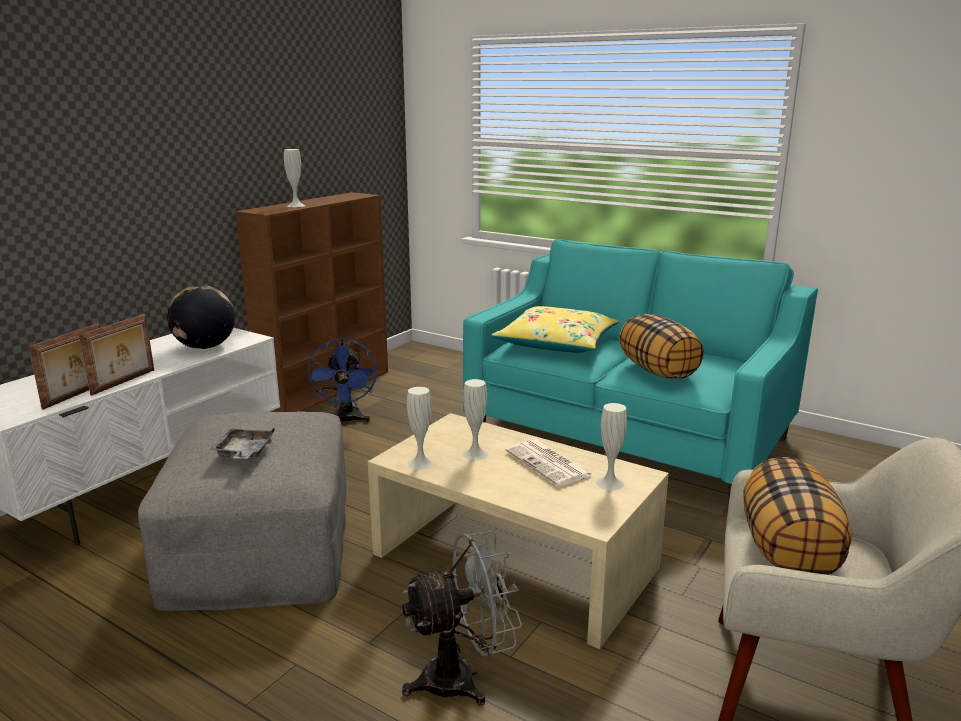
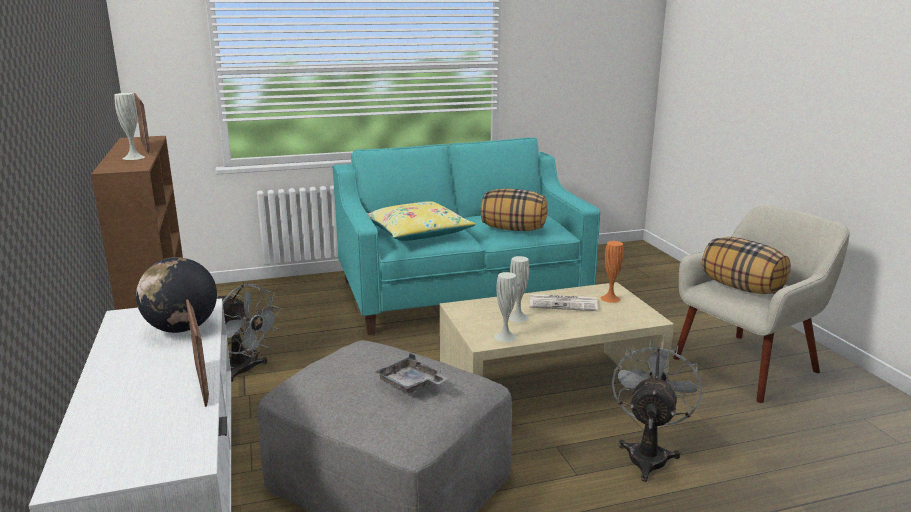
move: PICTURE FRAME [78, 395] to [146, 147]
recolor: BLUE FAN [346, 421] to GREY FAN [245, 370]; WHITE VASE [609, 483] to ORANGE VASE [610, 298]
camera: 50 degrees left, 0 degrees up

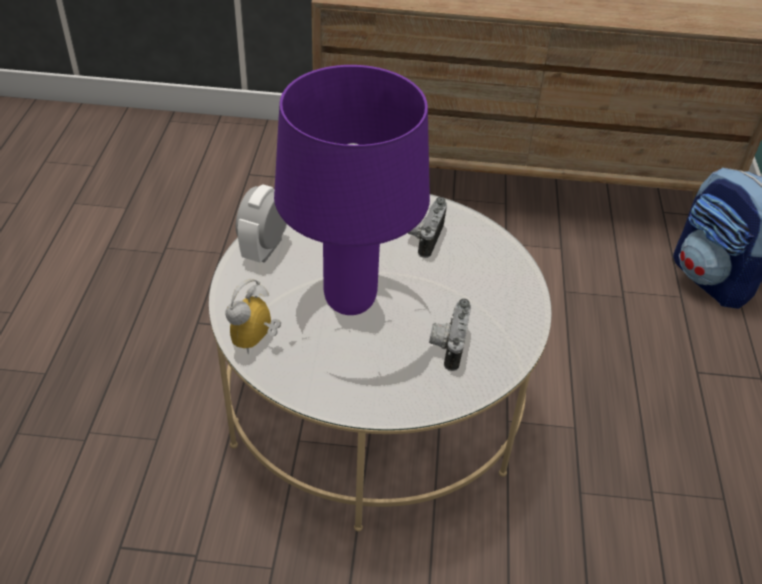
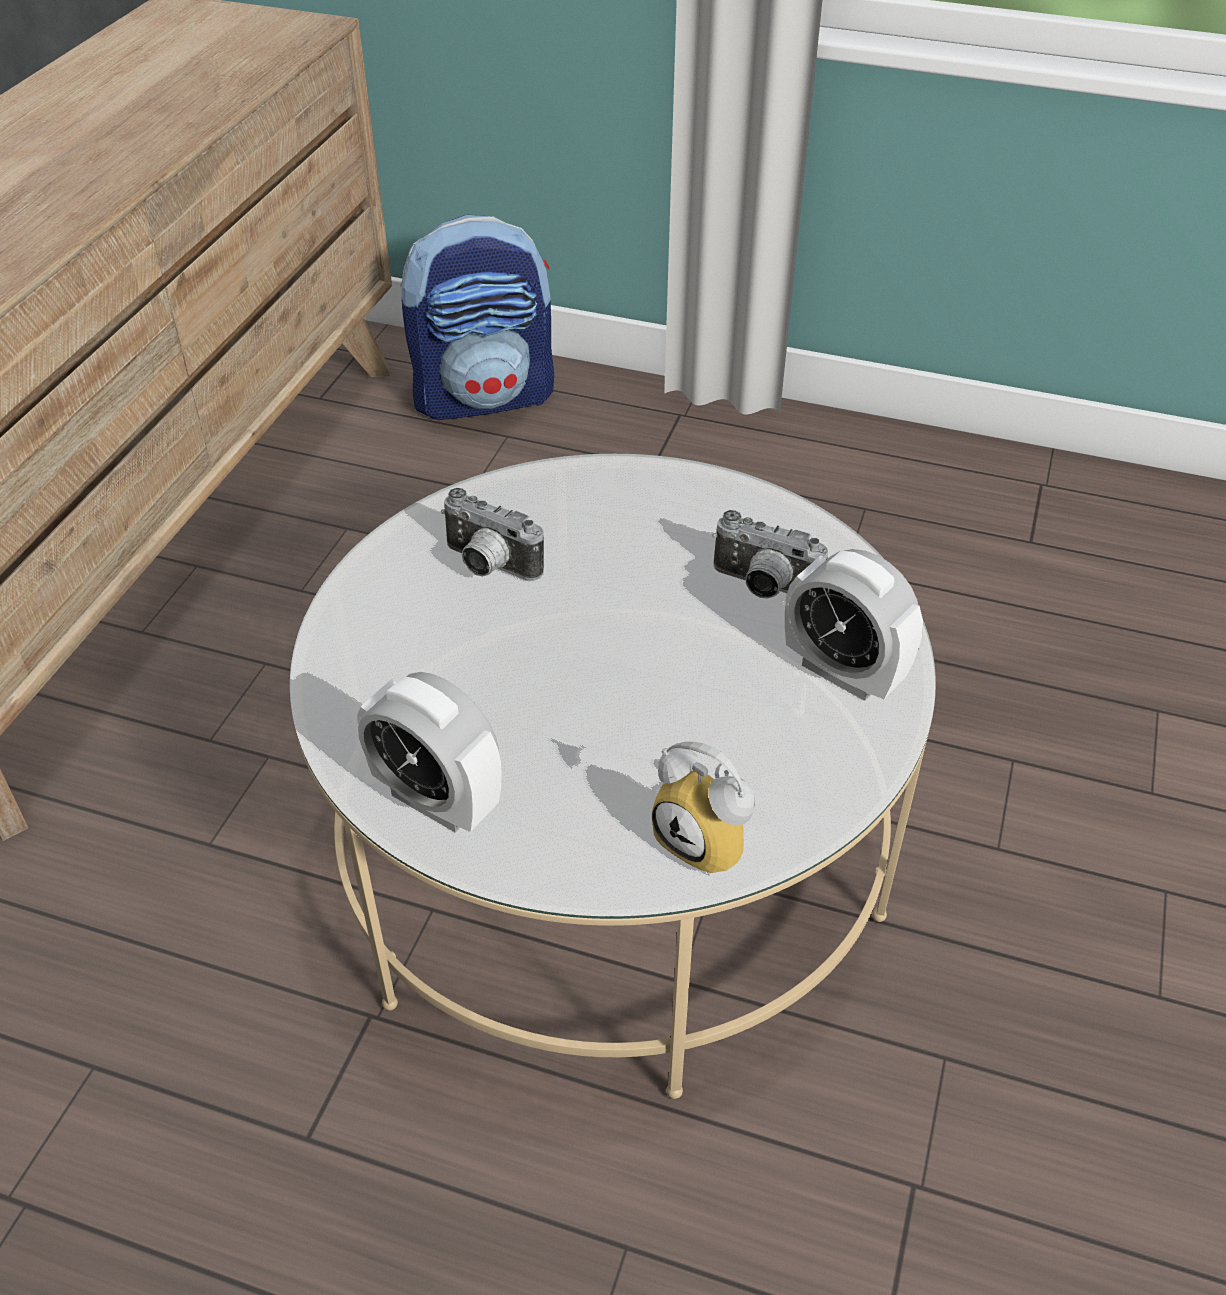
delete: PURPLE TABLE LAMP [350, 302]
insert: ALARM CLOCK [843, 672]
camera: 75 degrees left, 0 degrees up

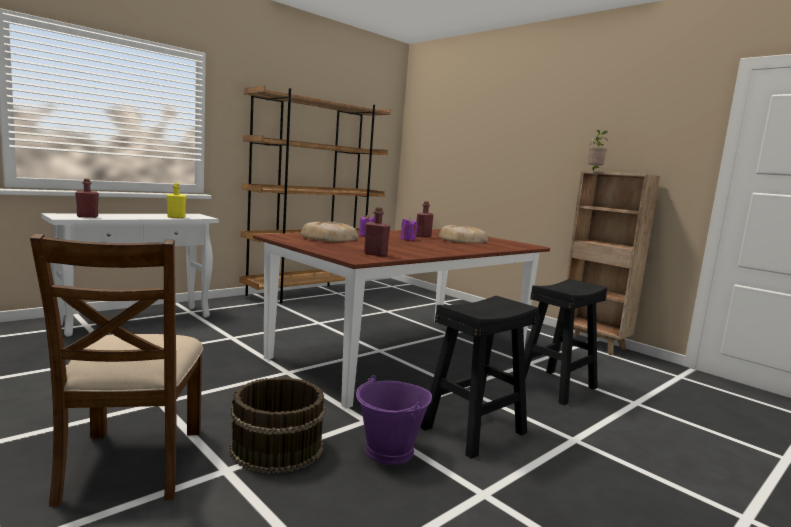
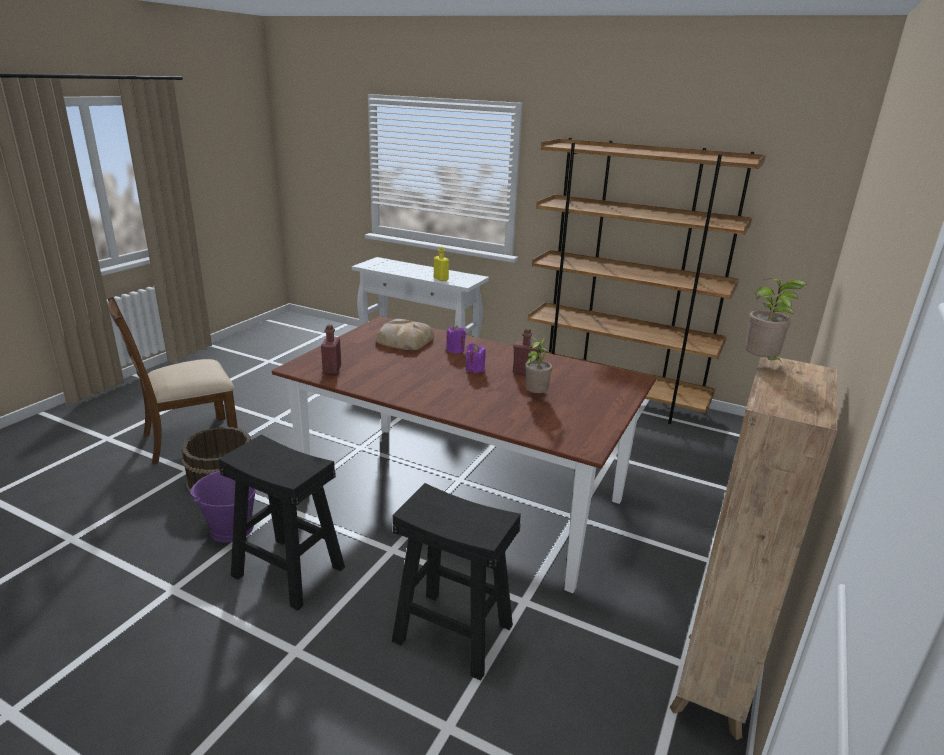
delete: RED BOTTLE [87, 216]
replace: BREAD [461, 240] to POTTED PLANT [535, 396]
camera: 70 degrees right, 15 degrees up

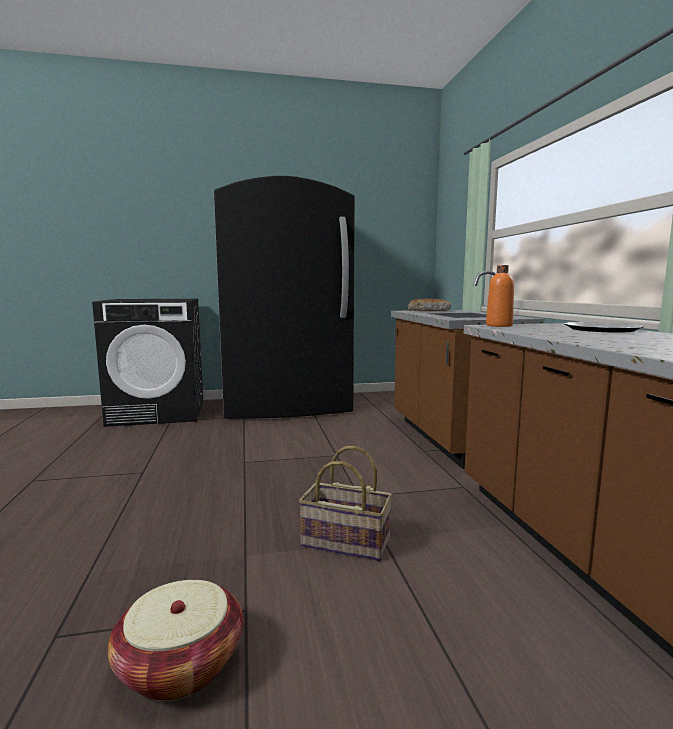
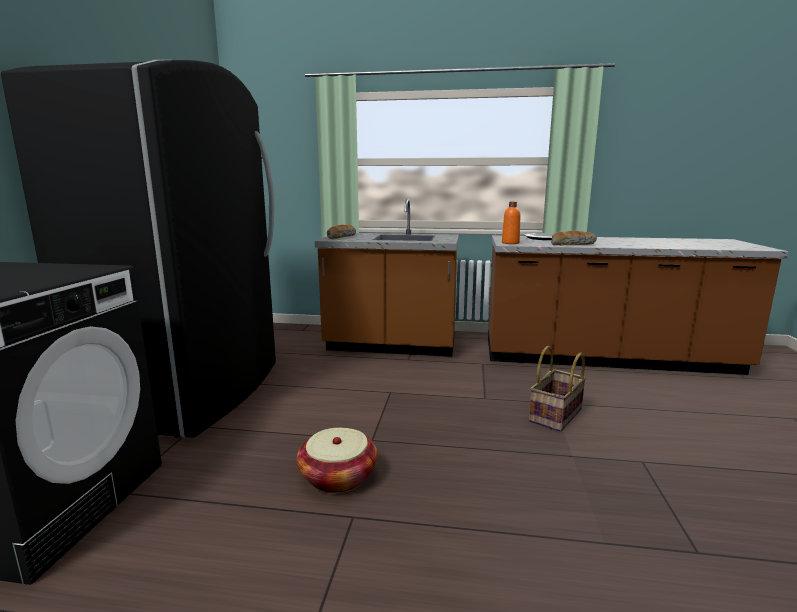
insert: BREAD [572, 244]
move: BASKET [180, 664] to [338, 477]
camera: 70 degrees left, 5 degrees up

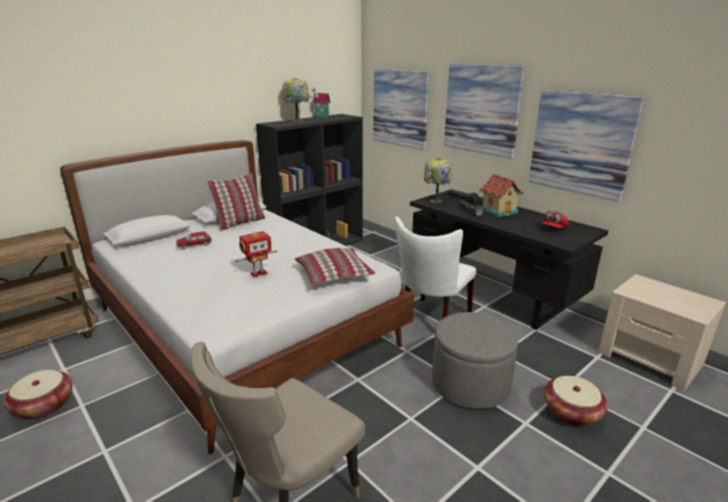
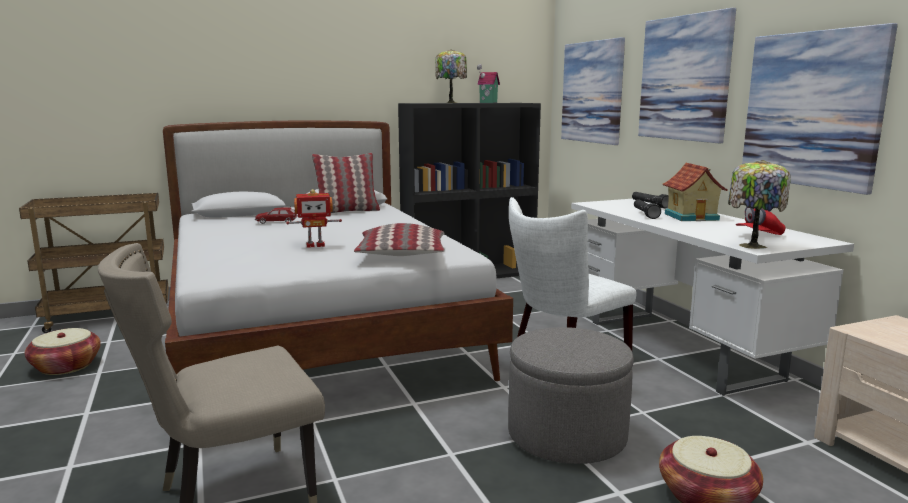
move: TABLE LAMP [435, 201] to [751, 246]
recolor: BLACK DESK [491, 295] to WHITE DESK [680, 348]
camera: 20 degrees right, 10 degrees down

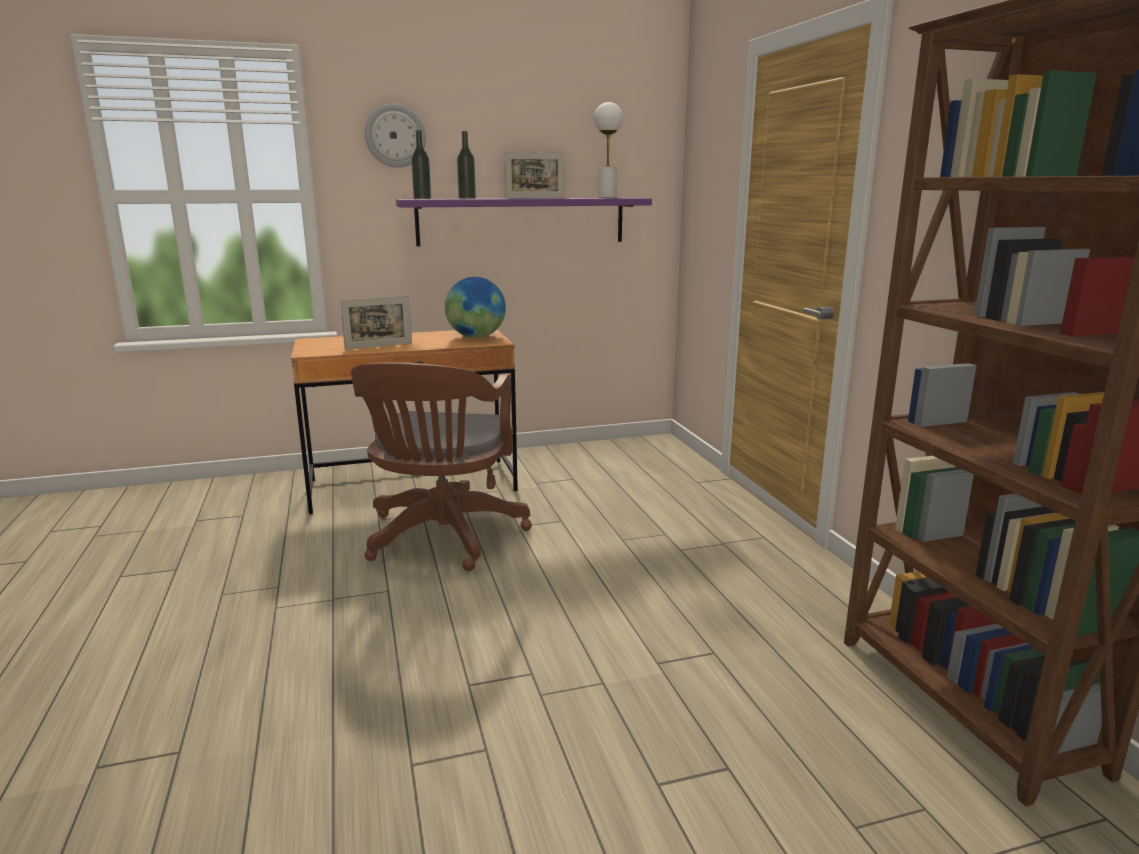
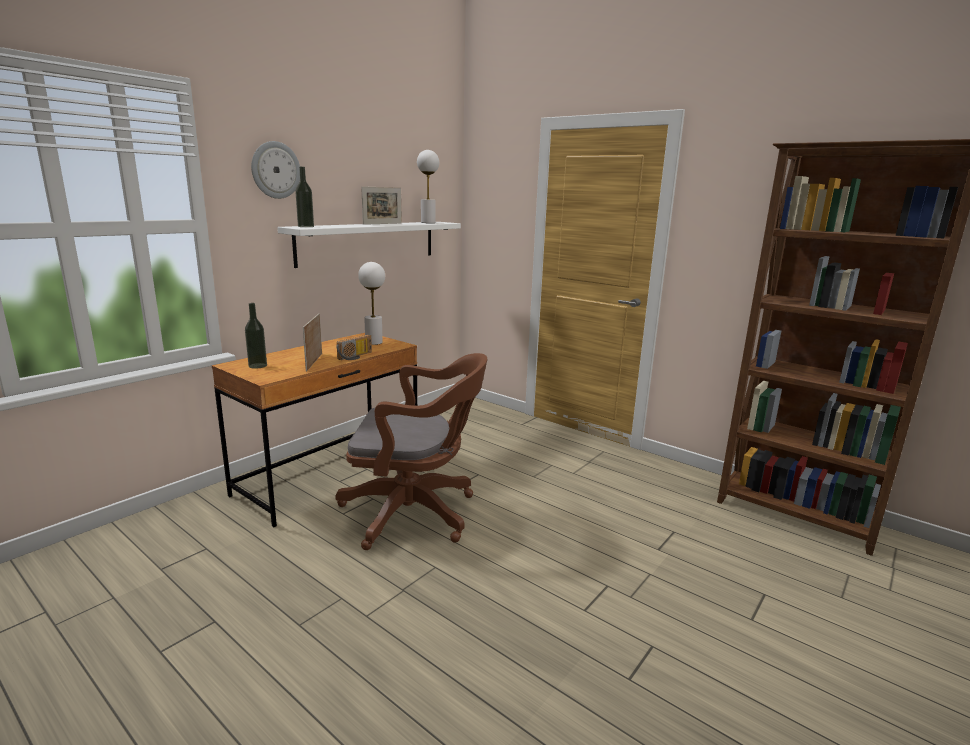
insert: RADIO [356, 356]
move: BOTTLE [467, 198] to [257, 366]
replace: GLOBE [476, 337] to WHITE TABLE LAMP [373, 342]
recolor: PURPLE SHELF [522, 221] to WHITE SHELF [369, 242]
rotate: PICTURE FRAME [379, 346] = [314, 362] 150 degrees clockwise; BROWN OFFICE CHAIR [442, 538] = [416, 513] 60 degrees counterclockwise
camera: 35 degrees left, 0 degrees up

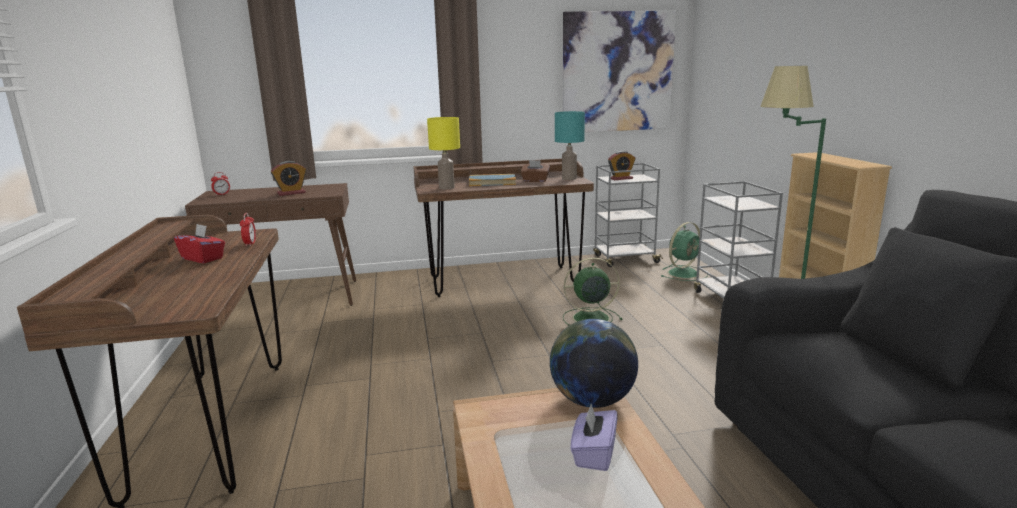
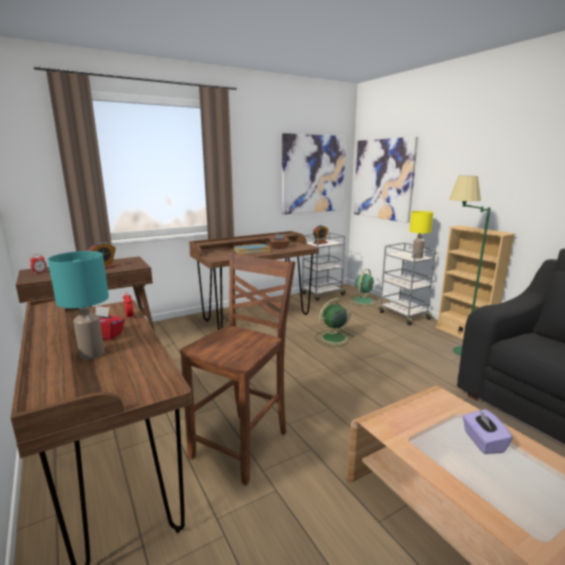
delete: GLOBE [592, 400]
insert: BROWN CHAIR [243, 444]; PICTURE [383, 179]
move: TURQUOISE TABLE LAMP [569, 178] to [92, 354]; YELLOW TABLE LAMP [446, 187] to [417, 257]
camera: 20 degrees left, 0 degrees up

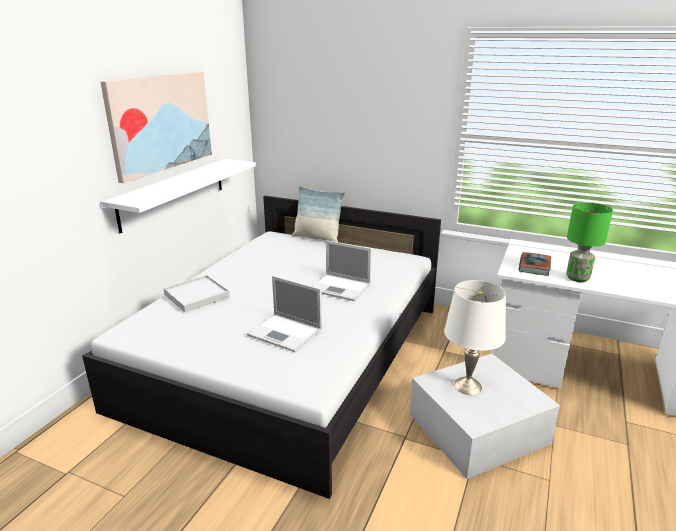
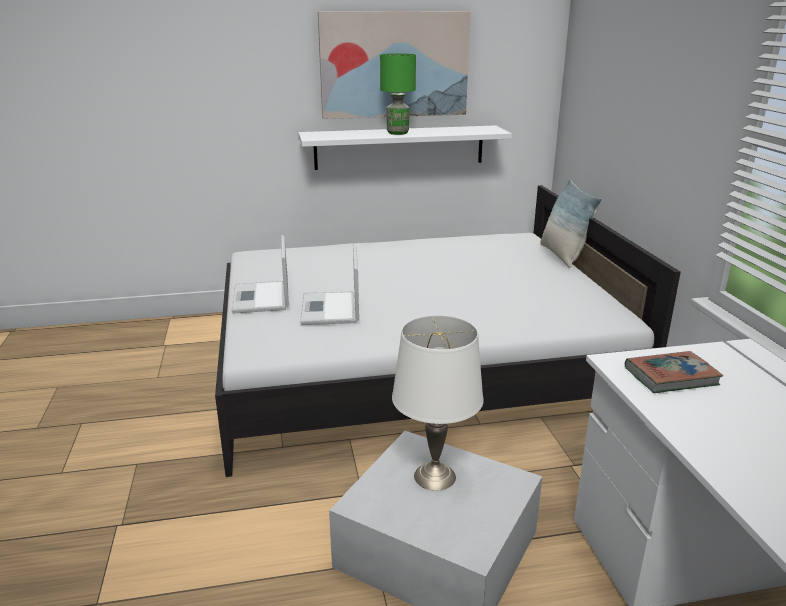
delete: WHITE TRAY [196, 296]
move: LAPTOP [341, 288] to [261, 298]; GREEN TABLE LAMP [577, 278] to [398, 133]
camera: 55 degrees right, 0 degrees up

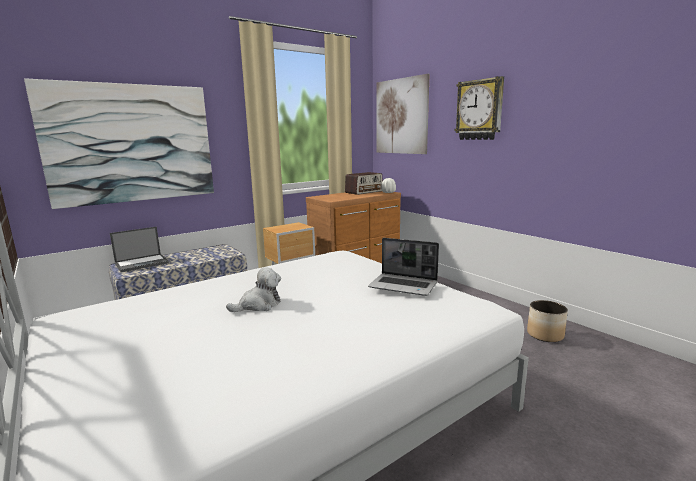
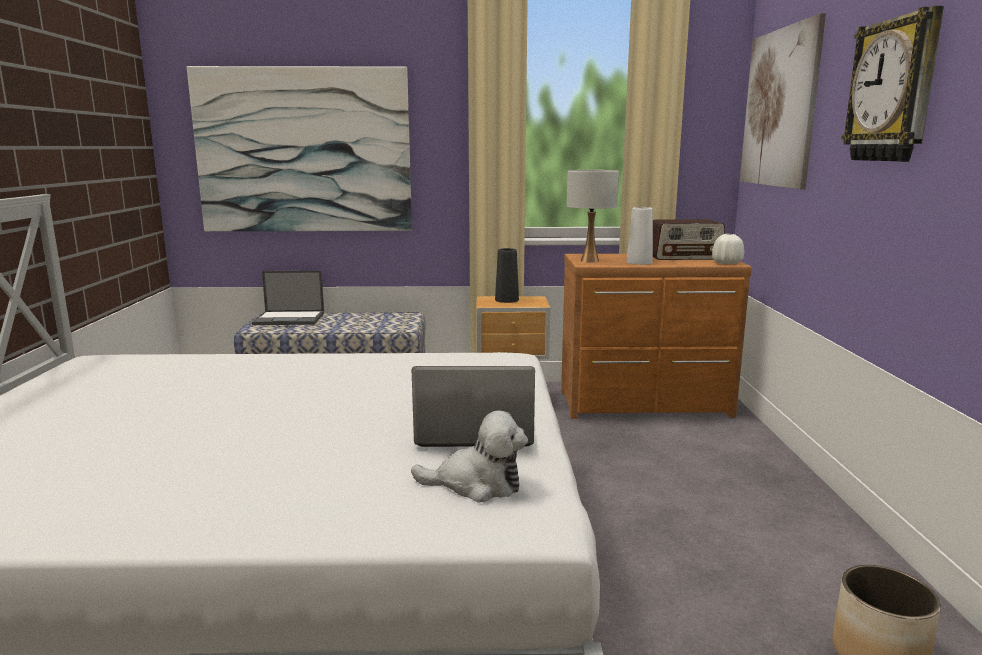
insert: BLACK VASE [506, 300]; WHITE TABLE LAMP [590, 260]; WHITE VASE [639, 262]
move: PLUSH TOY [259, 305] to [477, 484]
rotate: LAPTOP [404, 286] = [472, 432] 120 degrees clockwise
camera: 35 degrees right, 0 degrees up

